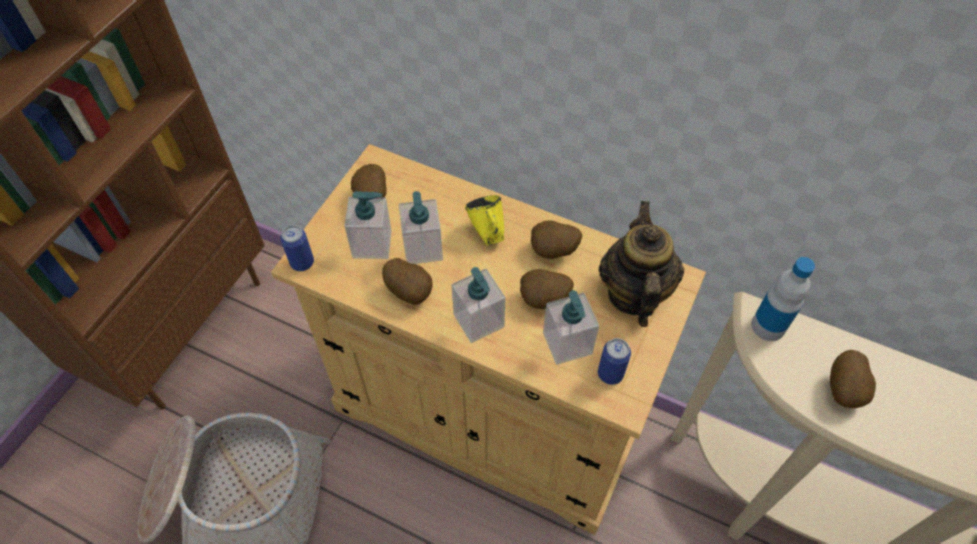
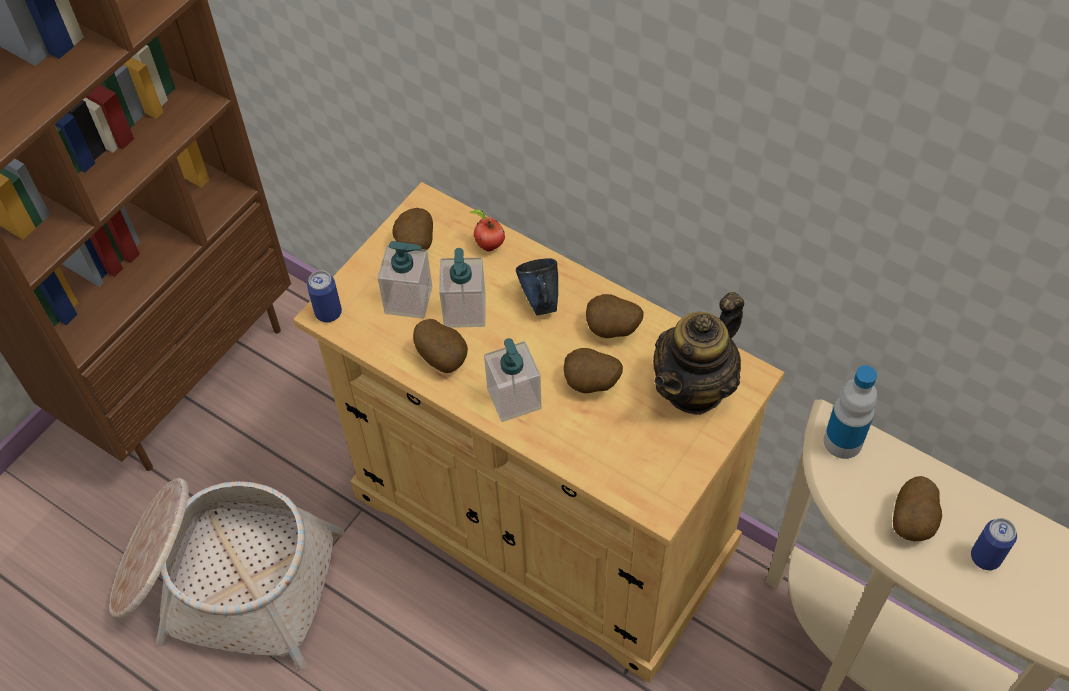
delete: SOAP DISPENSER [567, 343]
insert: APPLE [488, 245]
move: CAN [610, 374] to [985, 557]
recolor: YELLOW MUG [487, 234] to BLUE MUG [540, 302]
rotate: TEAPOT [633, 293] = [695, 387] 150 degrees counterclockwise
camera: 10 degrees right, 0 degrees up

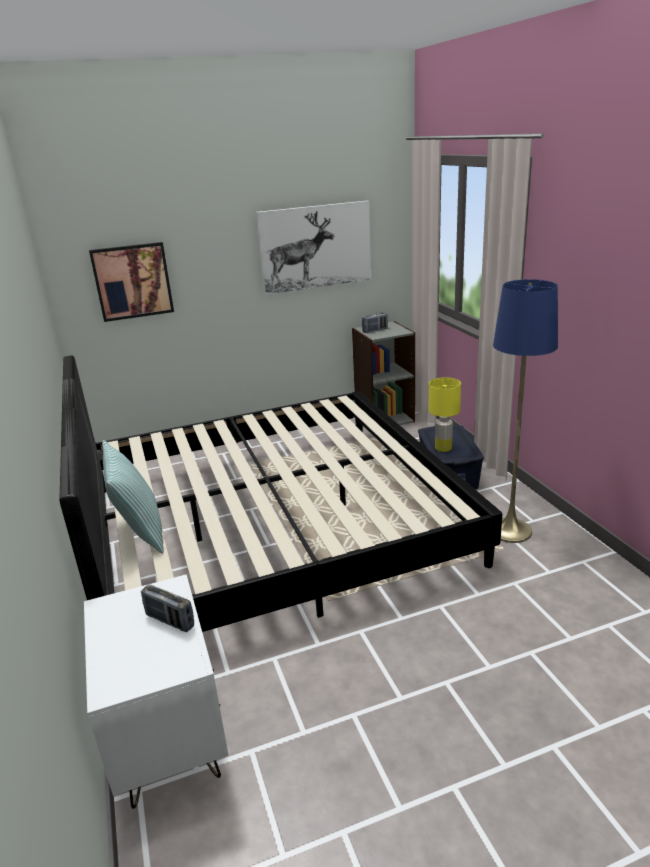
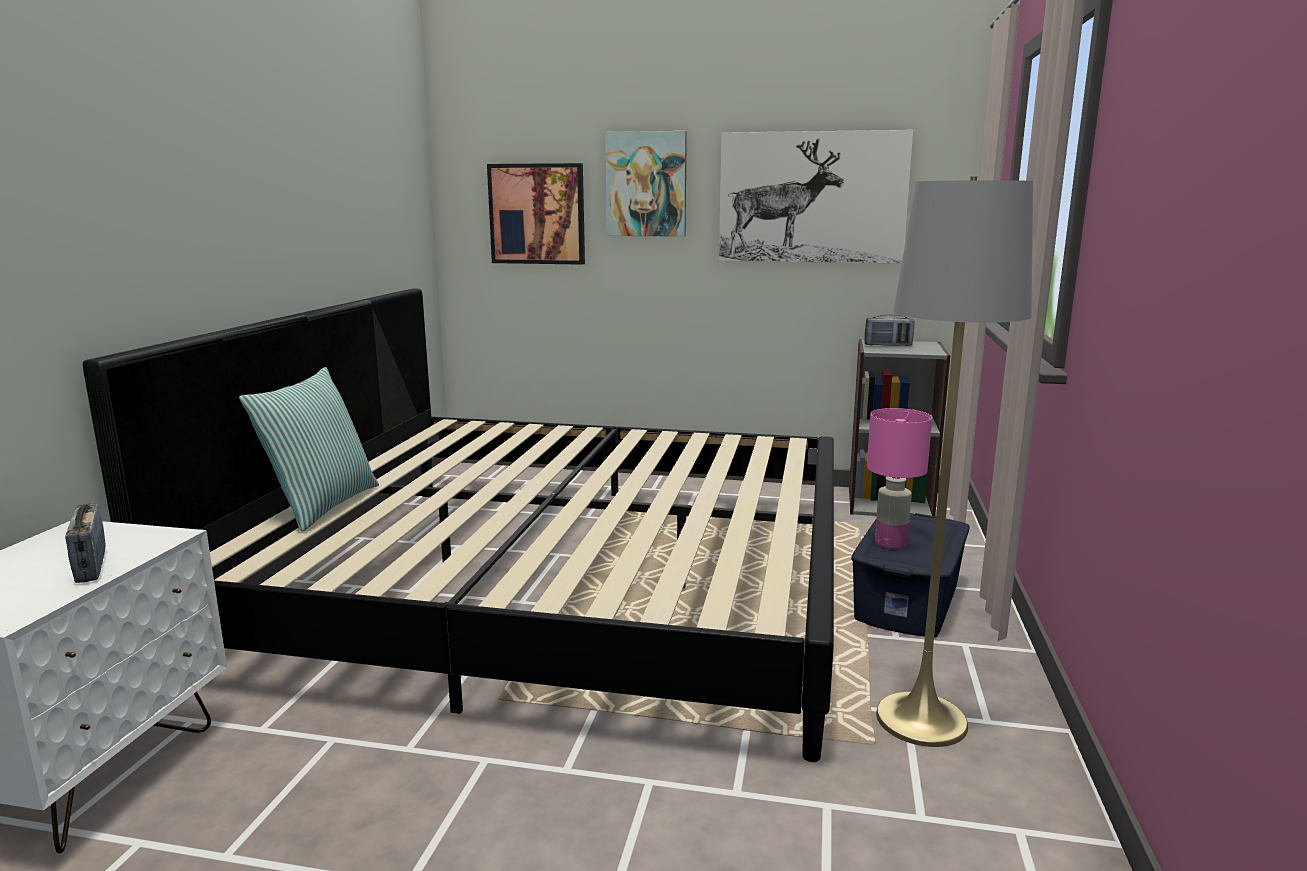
insert: PICTURE [646, 184]
recolor: YELLOW TABLE LAMP [443, 448] to PINK TABLE LAMP [891, 544]; BLUE FLOOR LAMP [510, 530] to GREY FLOOR LAMP [921, 719]
camera: 30 degrees right, 10 degrees down

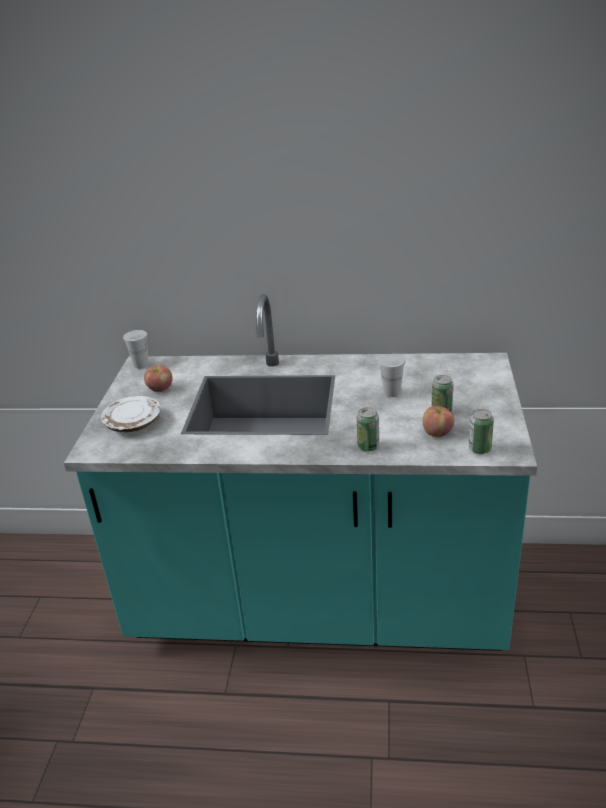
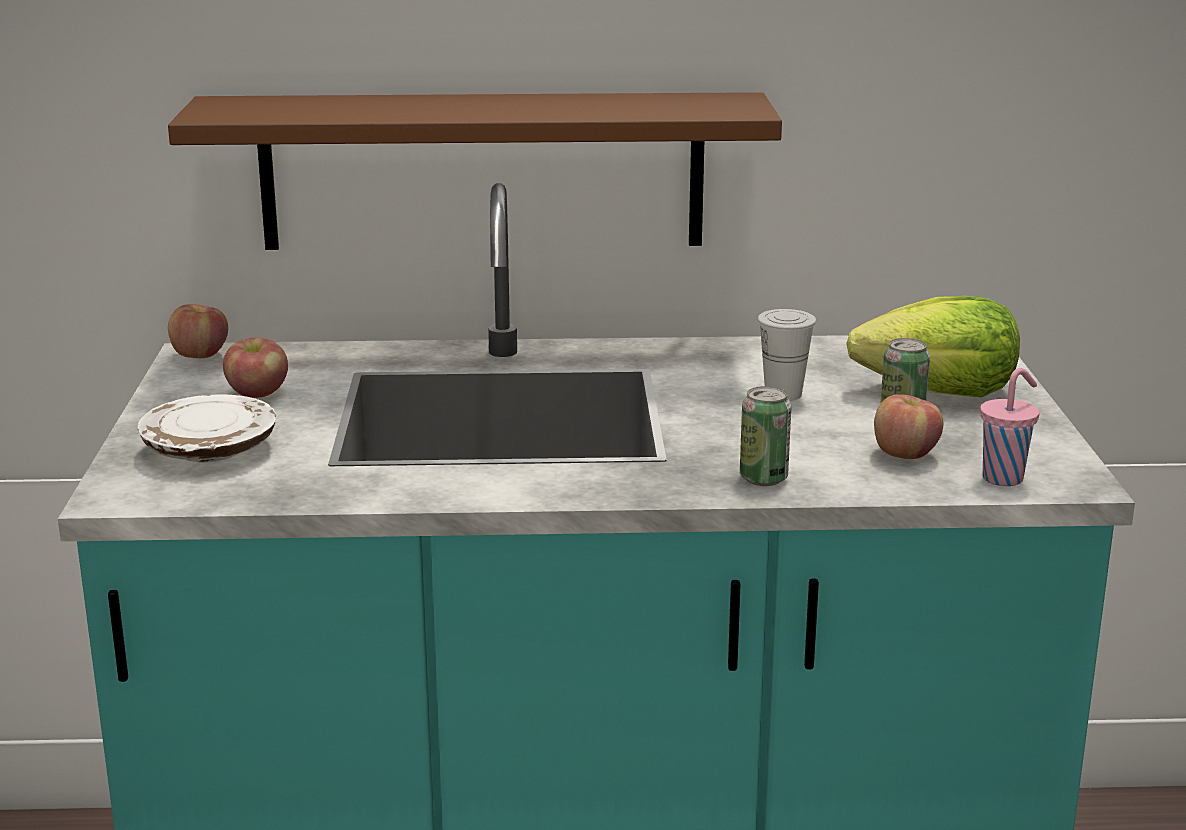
insert: BROWN SHELF [482, 171]; LETTUCE [939, 392]
replace: WHITE CUP [141, 365] to APPLE [200, 356]; CAN [479, 449] to PINK CUP [1004, 478]
camera: 10 degrees left, 10 degrees down

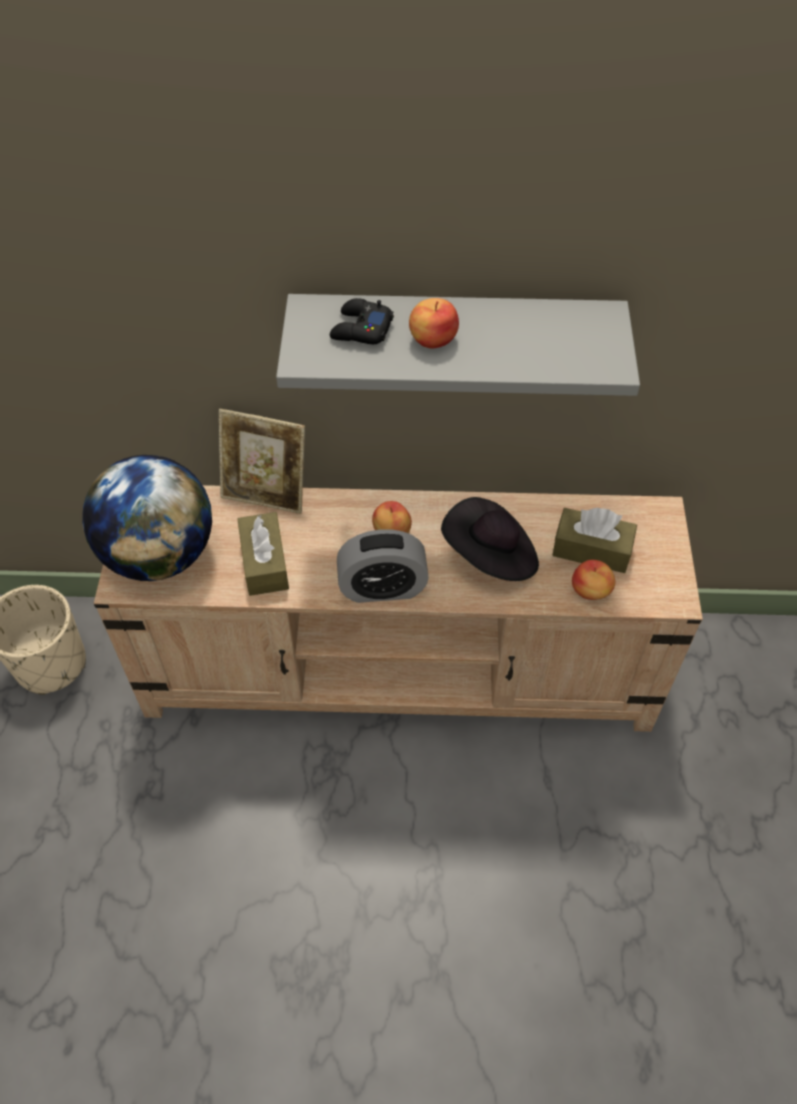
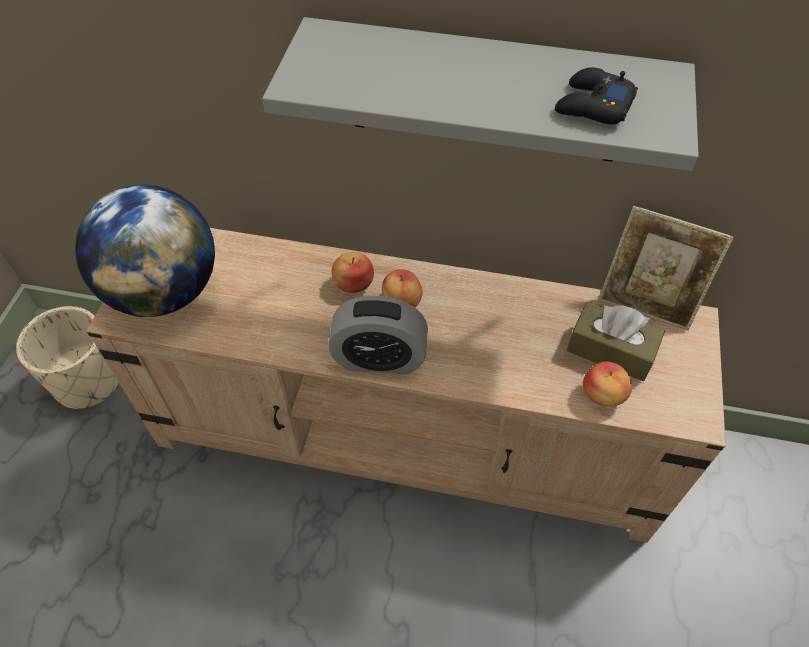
delete: BROWN TISSUE BOX [264, 562]; BLACK HAT [490, 556]
move: APPLE [433, 339] to [353, 283]; BLACK GAME CONTROLLER [361, 329] to [592, 106]; PICTURE FRAME [266, 493] to [646, 303]
camera: 10 degrees right, 0 degrees up

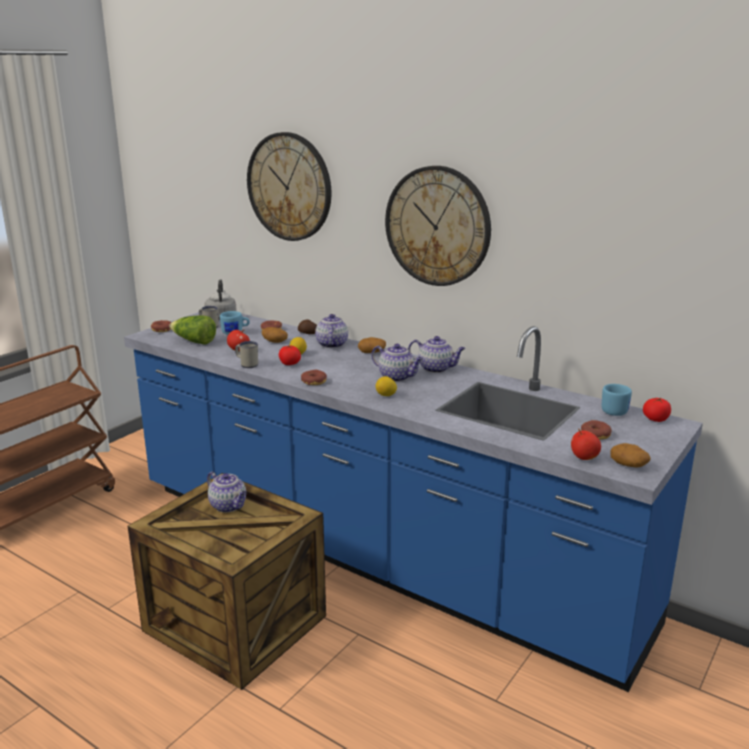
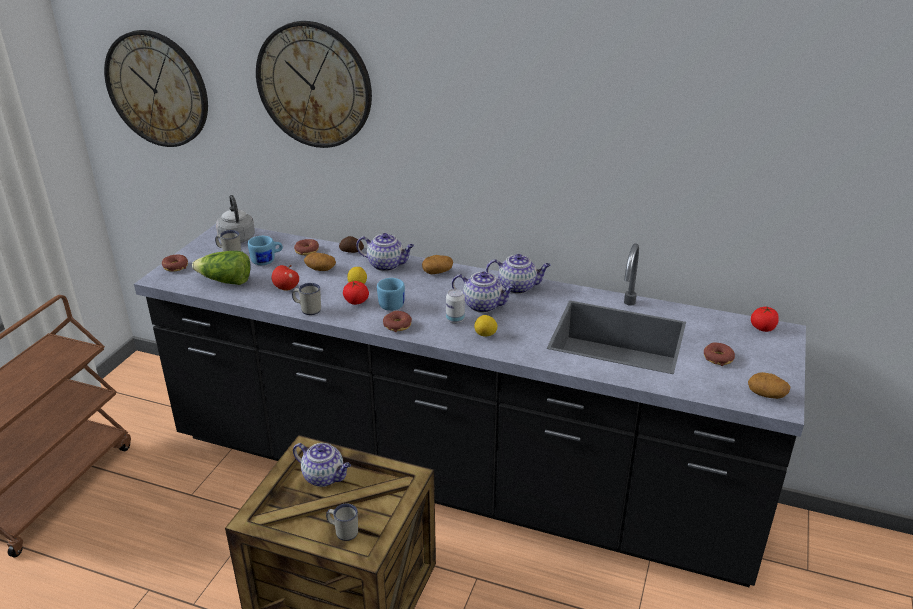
delete: APPLE [584, 457]
insert: WHITE MUG [343, 531]; CAN [455, 320]
move: WALL CLOCK [437, 226] to [157, 89]; BLUE MUG [613, 410] to [391, 303]
recolor: BLUE COUNTER [374, 554] to BLACK COUNTER [456, 479]
rotate: TEAPOT [331, 344] = [387, 265] 120 degrees clockwise
camera: 15 degrees left, 10 degrees up

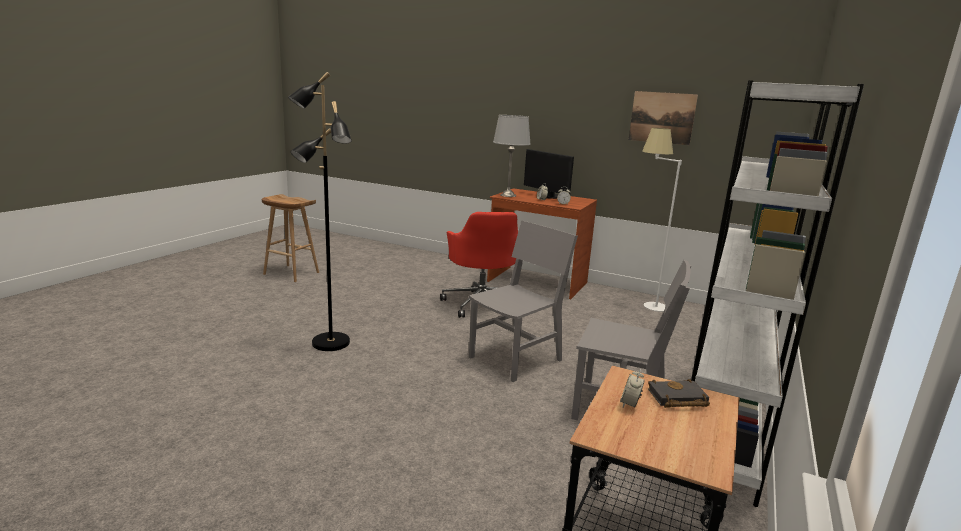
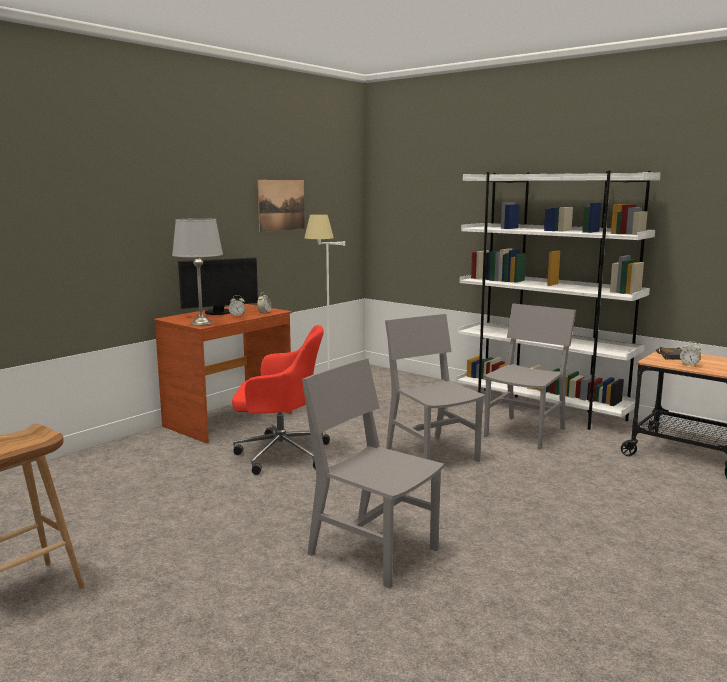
replace: BLACK FLOOR LAMP [330, 343] to GREY CHAIR [373, 551]
camera: 75 degrees left, 5 degrees down

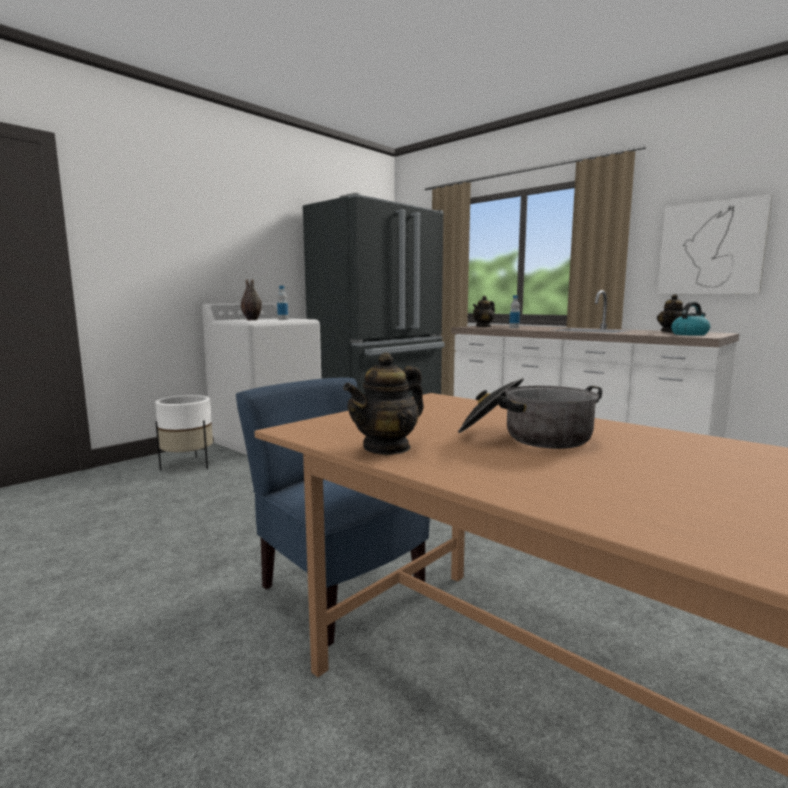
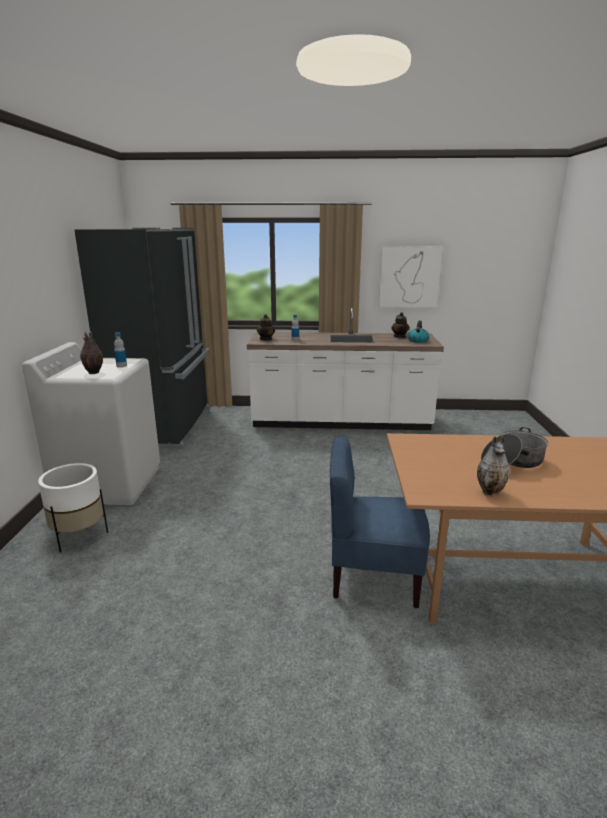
replace: TEAPOT [387, 448] to VASE [491, 492]
camera: 40 degrees left, 10 degrees up

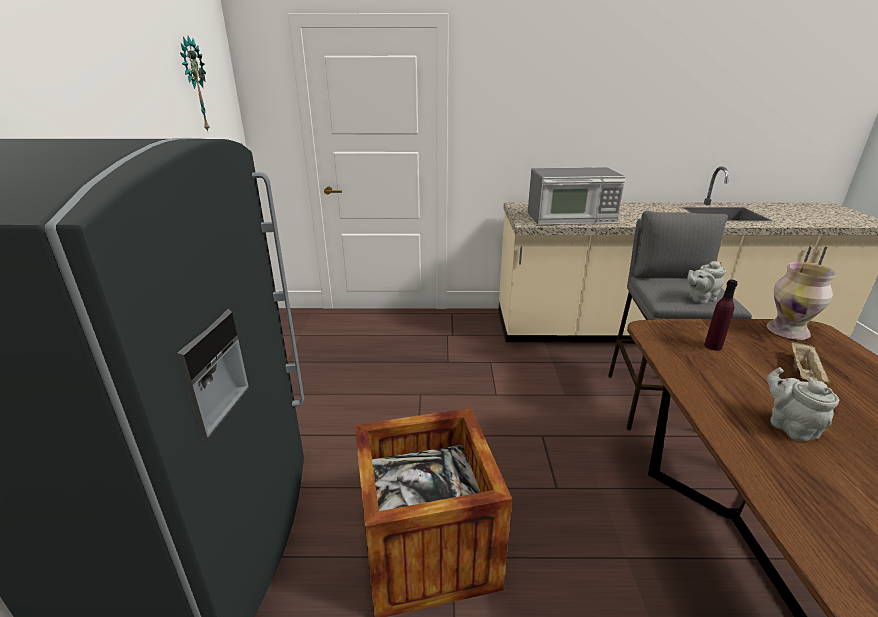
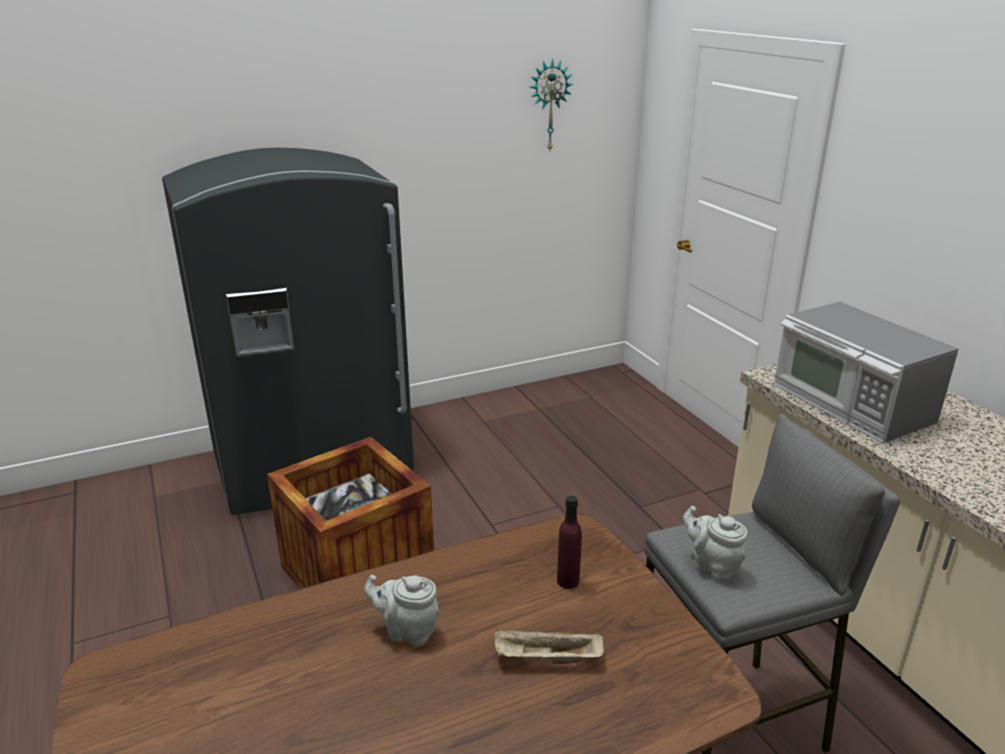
delete: VASE [788, 332]
rotate: GREY TEAPOT [789, 427] = [407, 631] 120 degrees counterclockwise
camera: 65 degrees right, 0 degrees up

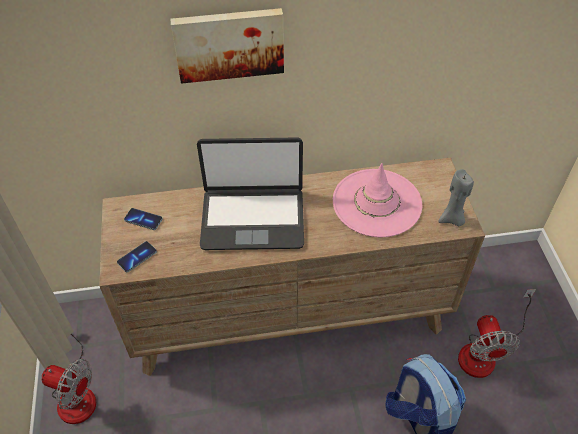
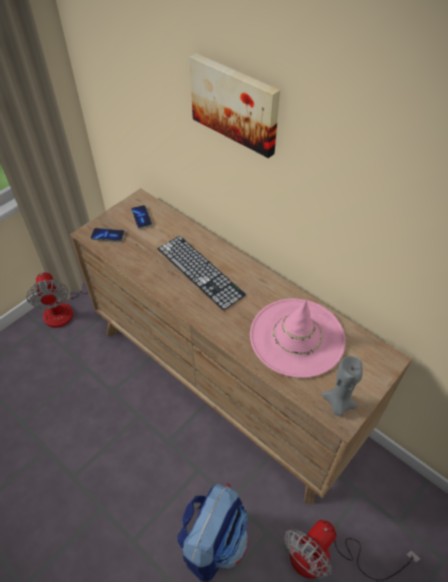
replace: LAPTOP [253, 218] to KEYBOARD [200, 271]
camera: 50 degrees right, 0 degrees up

